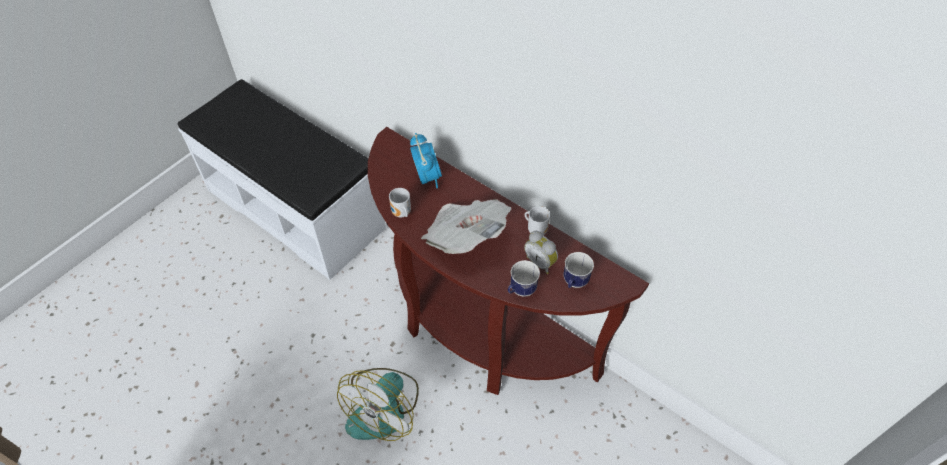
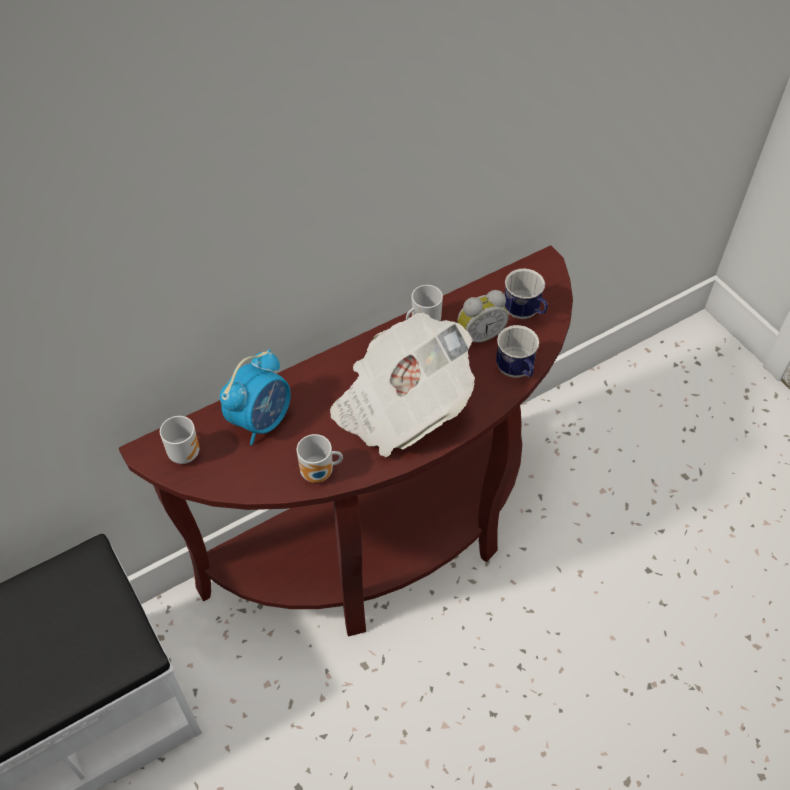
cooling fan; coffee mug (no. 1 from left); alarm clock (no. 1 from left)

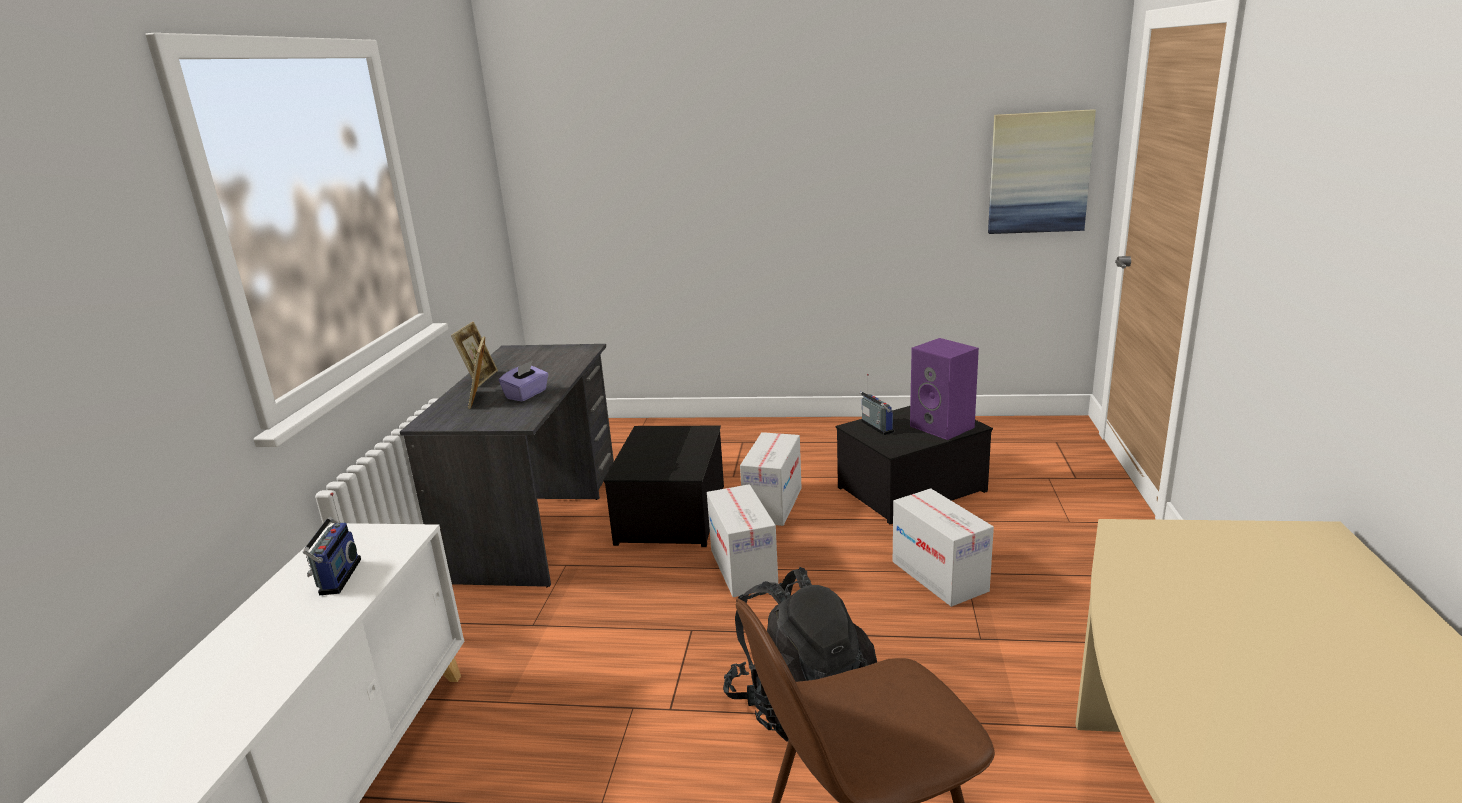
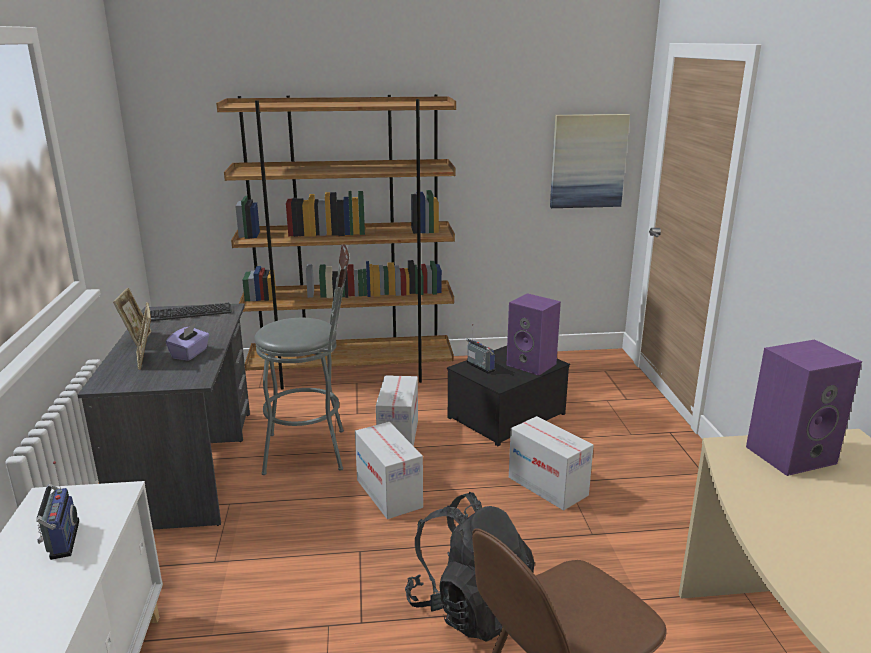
computer keyboard; brown bookshelf; purple-coloured loudspeaker (no. 2 from left); greyish stool

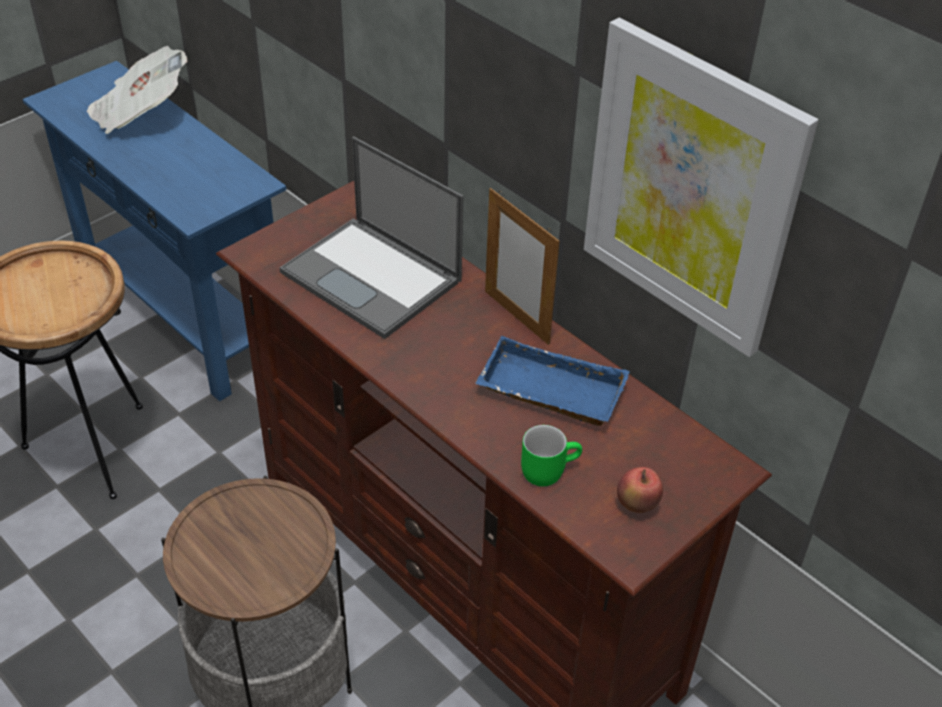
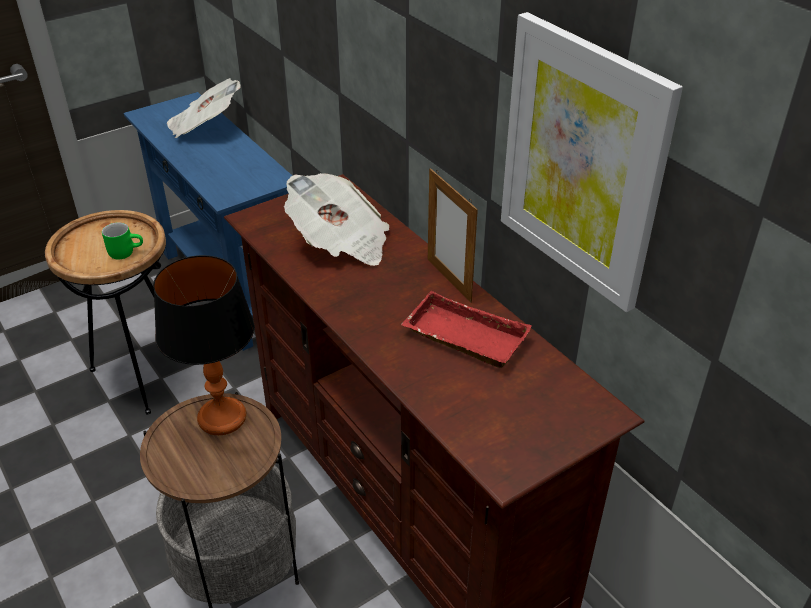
apple fruit; table lamp; green coffee mug; daily paper (no. 2 from left); reddish serving tray

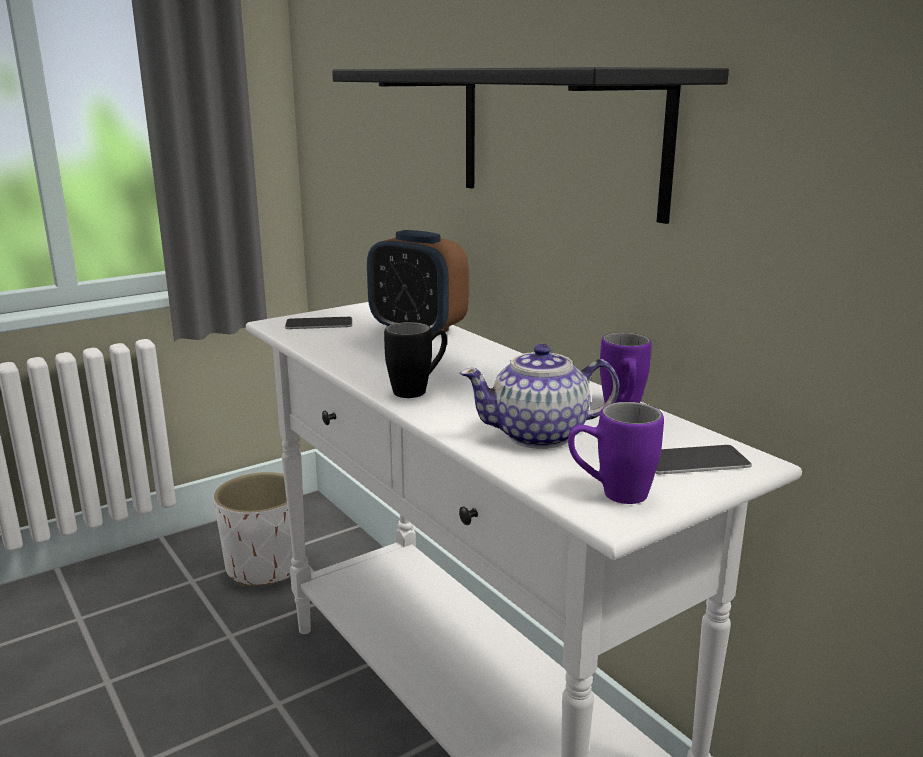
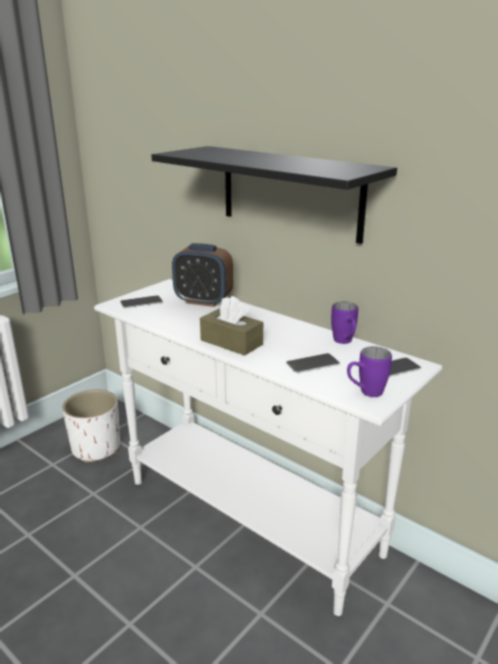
brown tissue holder; telephone (no. 2 from left)

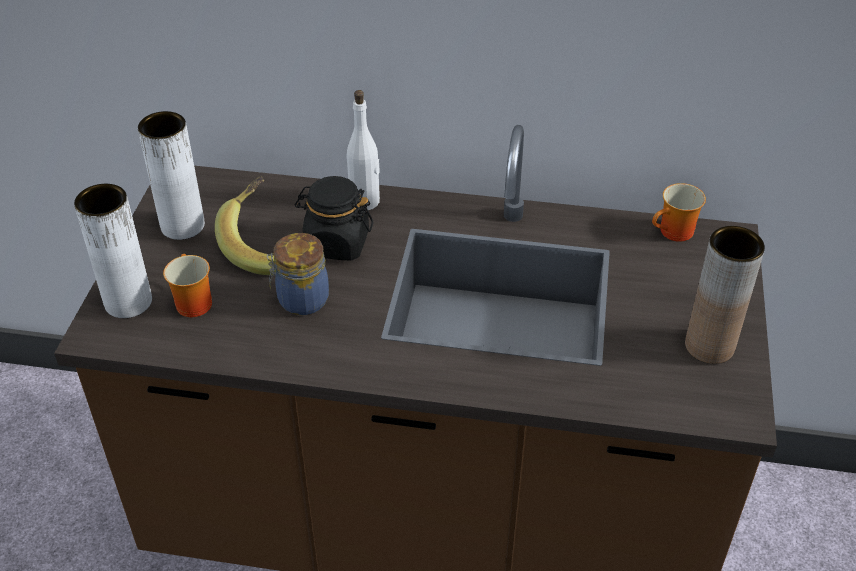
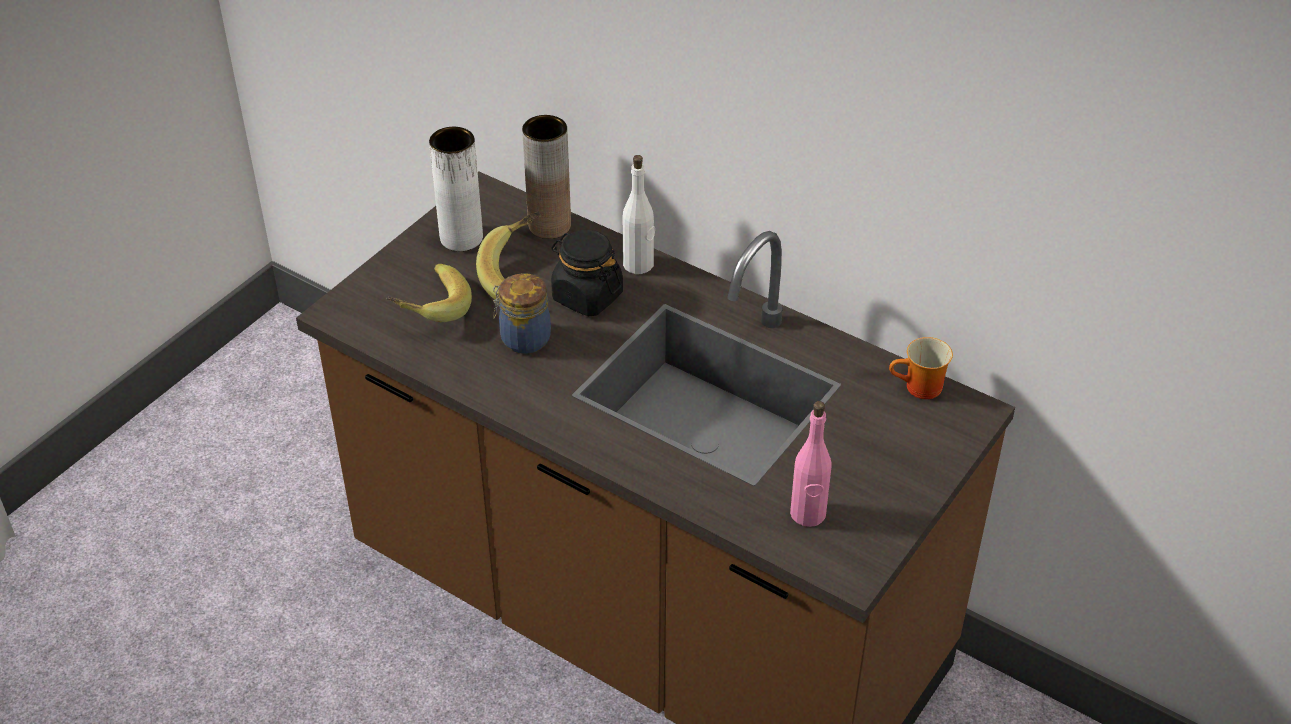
whitish vase (no. 1 from left in the first image); pinkish drink bottle; brown vase; whole banana (no. 1 from left)

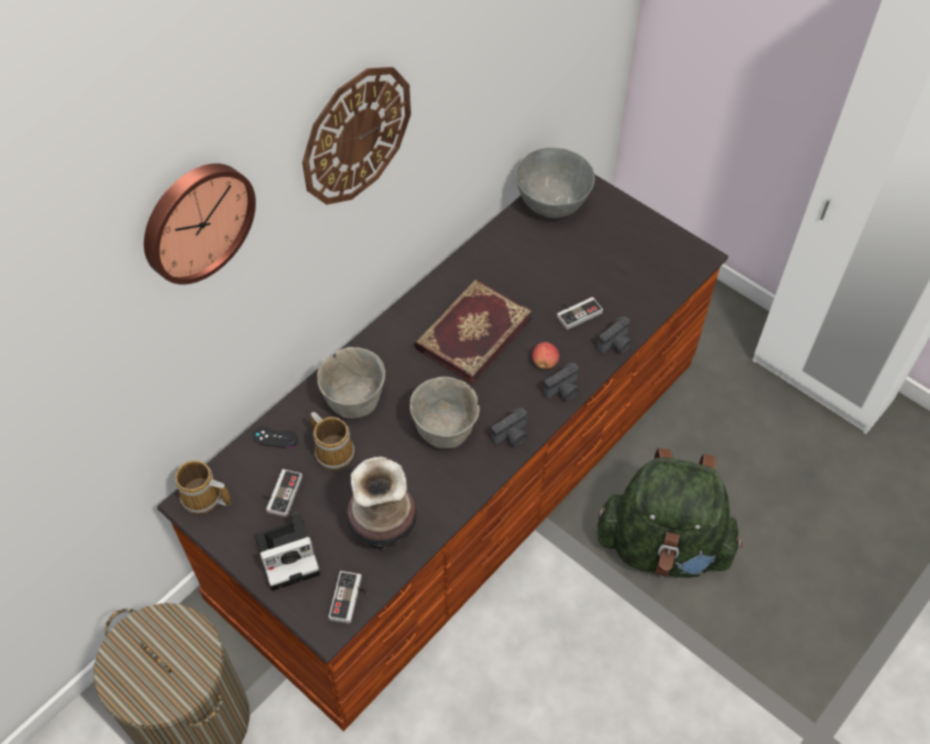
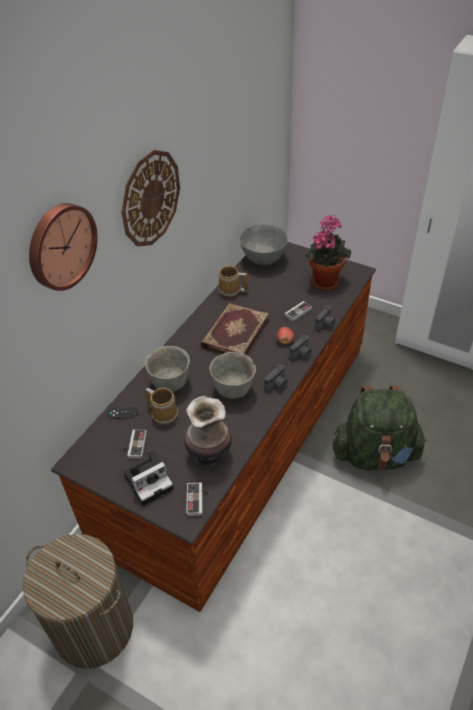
plant in a pot; coffee mug (no. 2 from left)

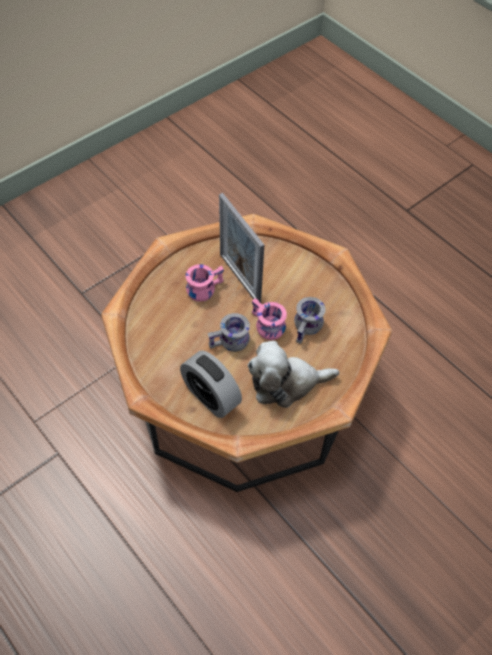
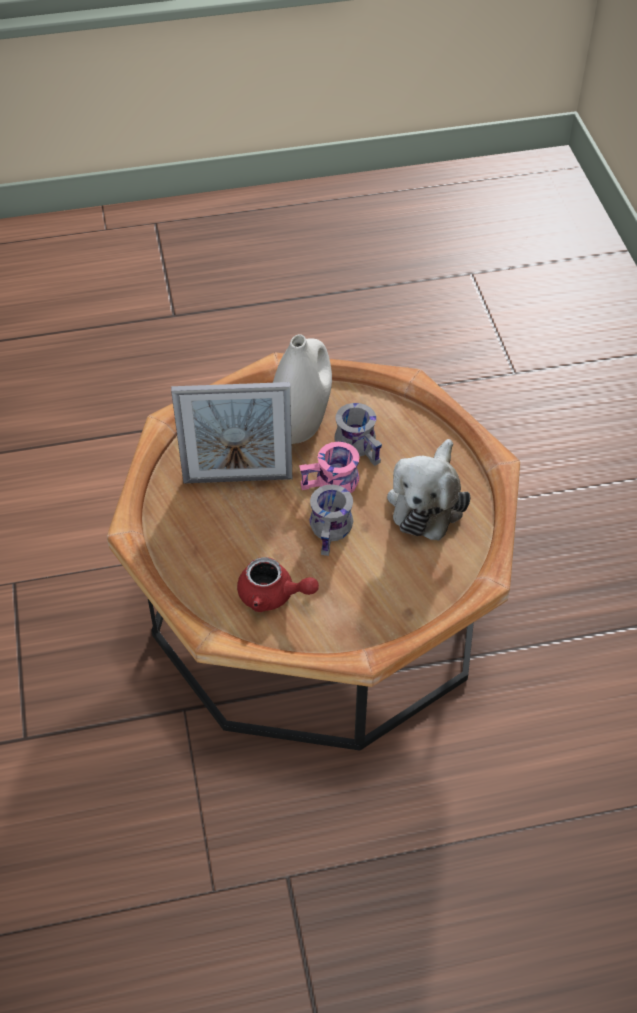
alarm clock; pinkish coffee mug (no. 1 from left in the first image); reddish pot for tea; whitish vase

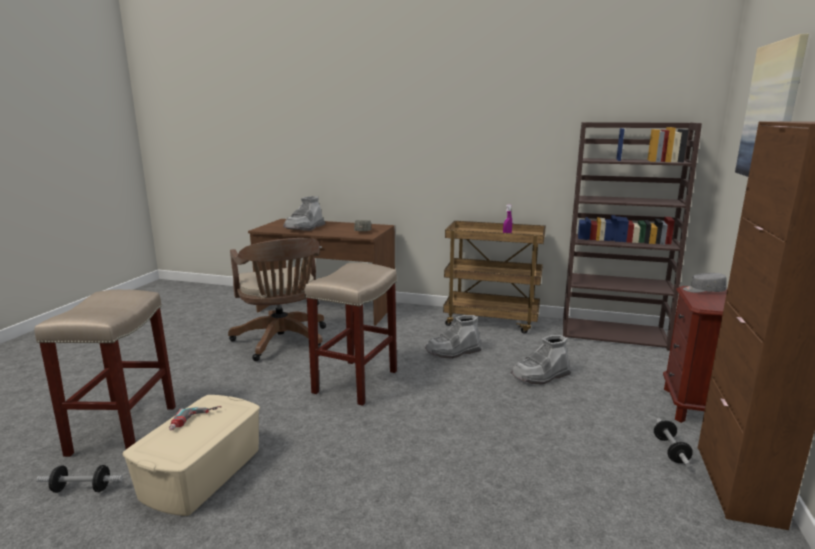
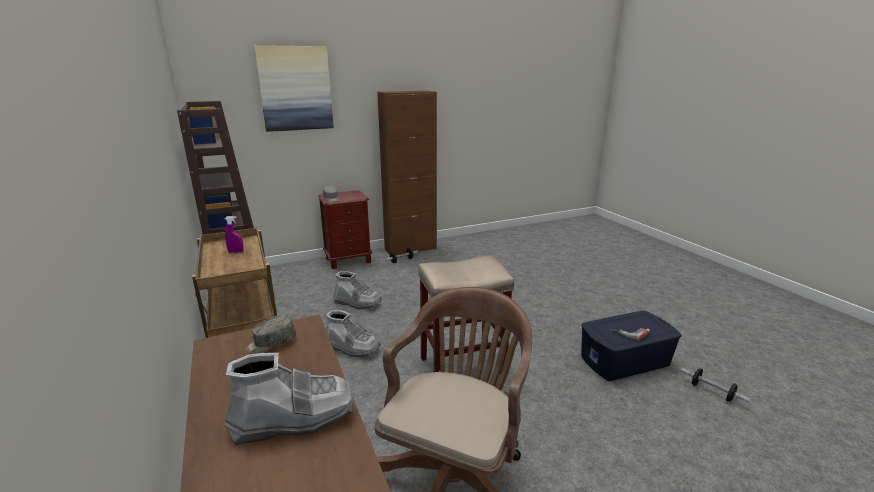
beige stool (no. 1 from left in the first image); blue storage box

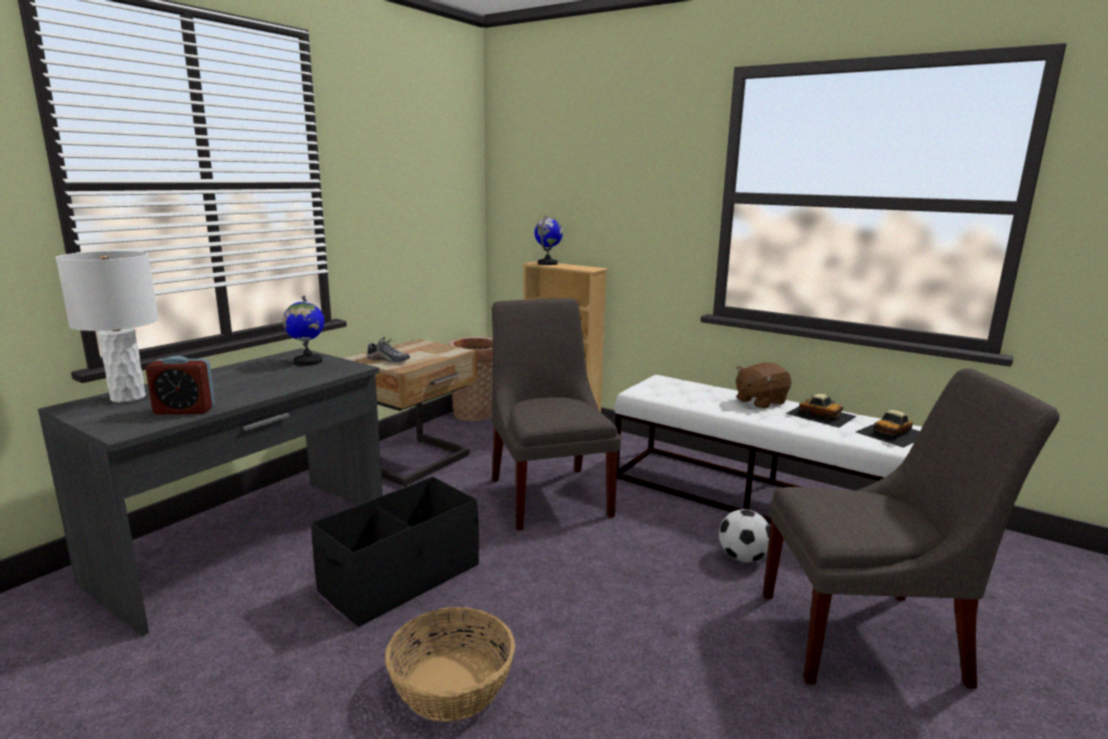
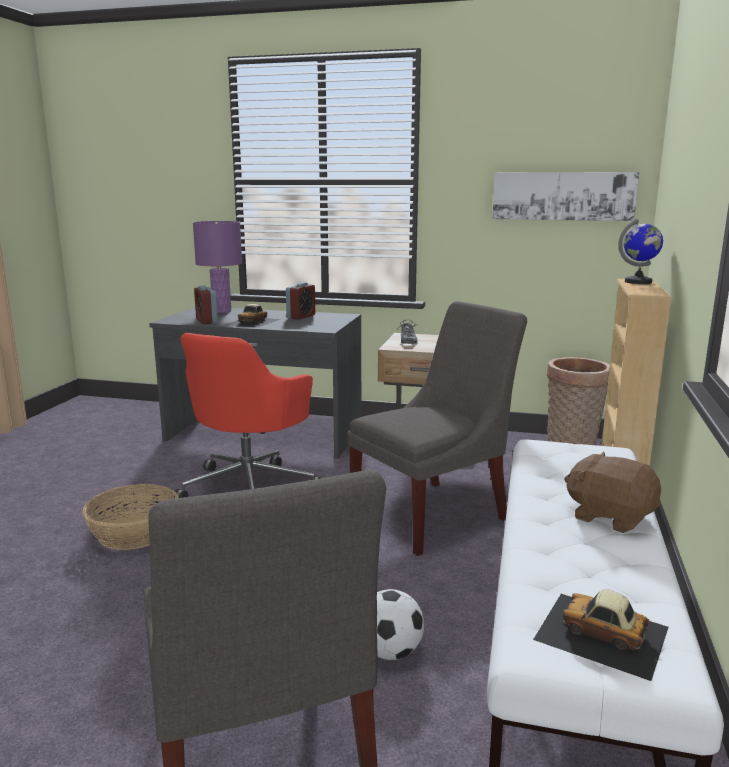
world globe (no. 1 from left in the first image); alarm clock (no. 2 from left); picture; model car (no. 1 from left); reddish computer chair; purple-coloured table lamp

